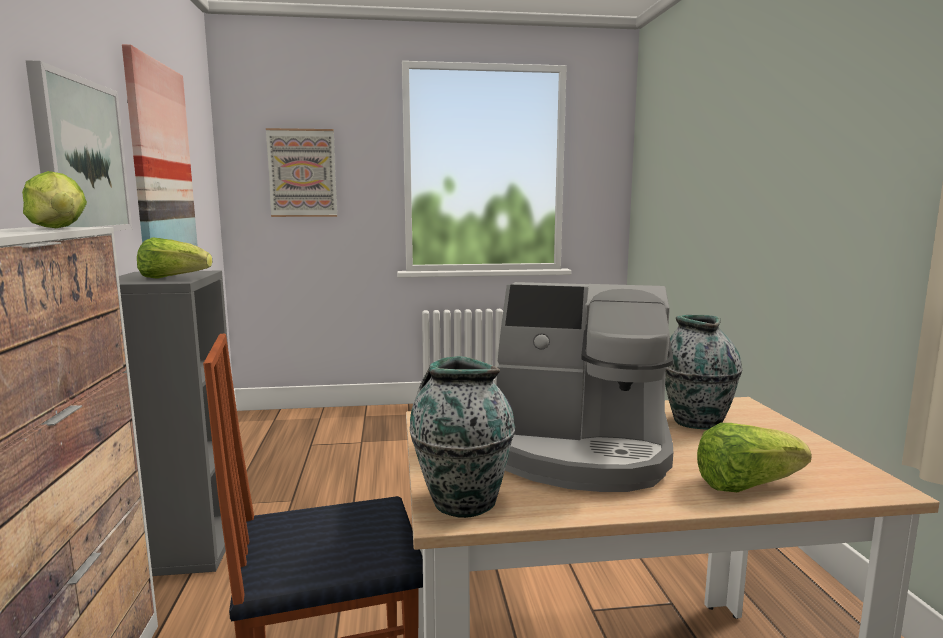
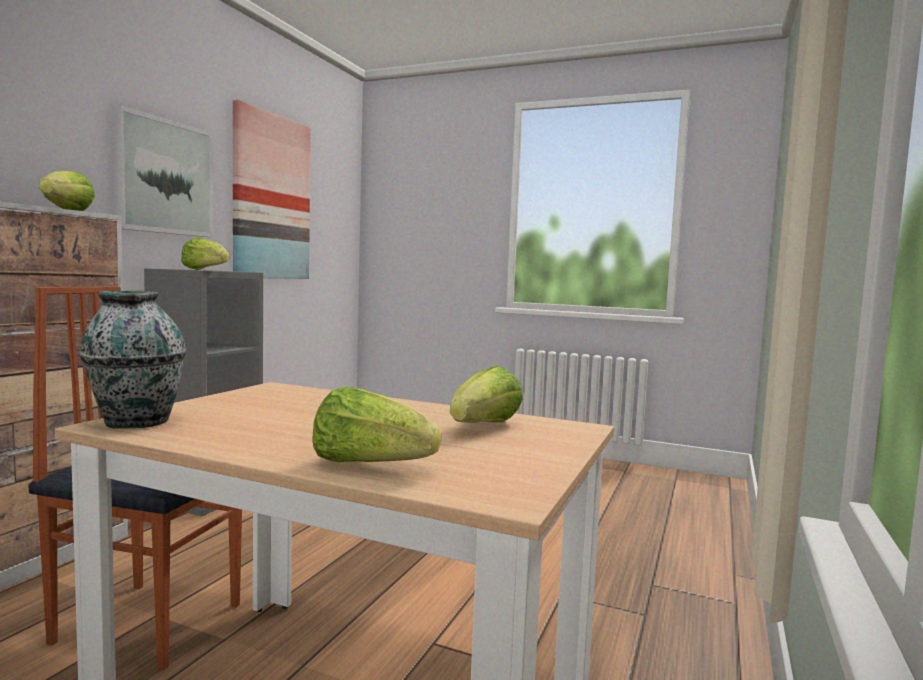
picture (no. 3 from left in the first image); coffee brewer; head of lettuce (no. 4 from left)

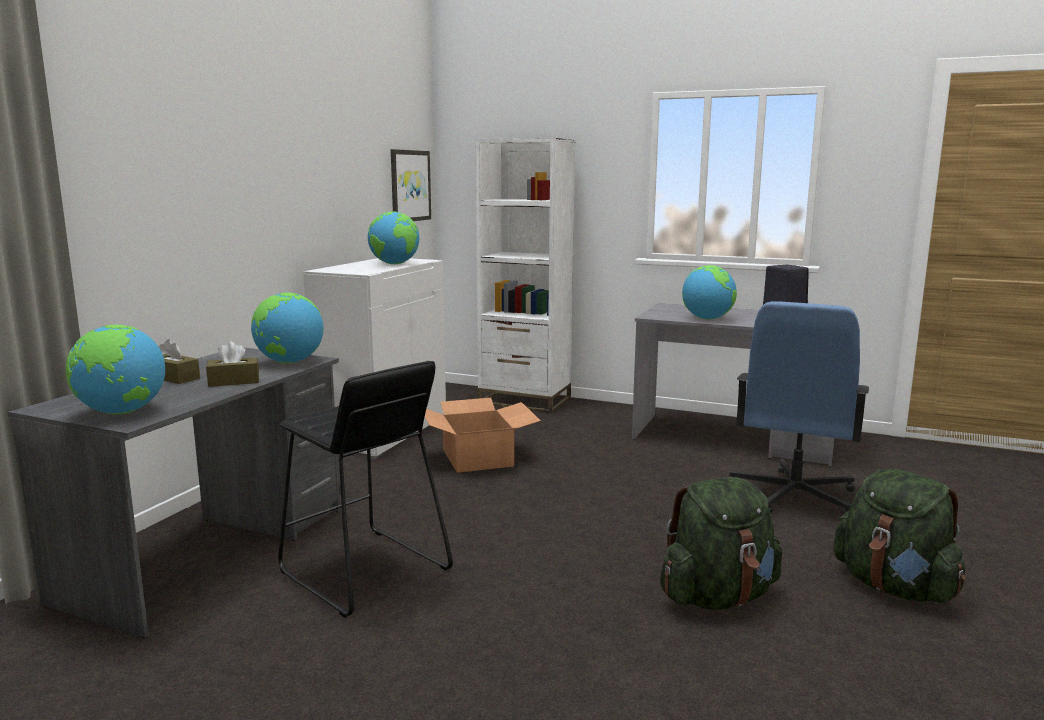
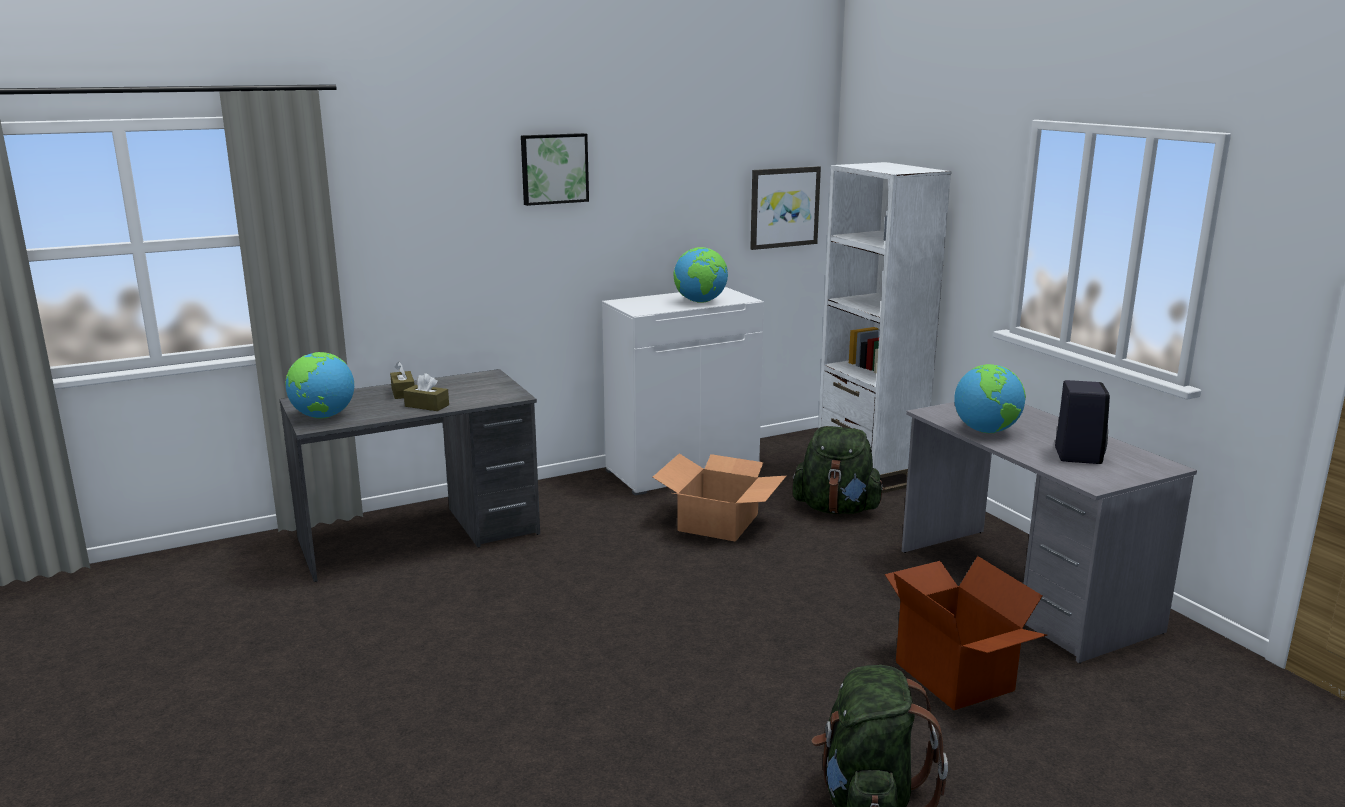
world globe (no. 2 from left in the first image); black stool; picture (no. 1 from left); green knapsack (no. 1 from left); packing box (no. 2 from left)

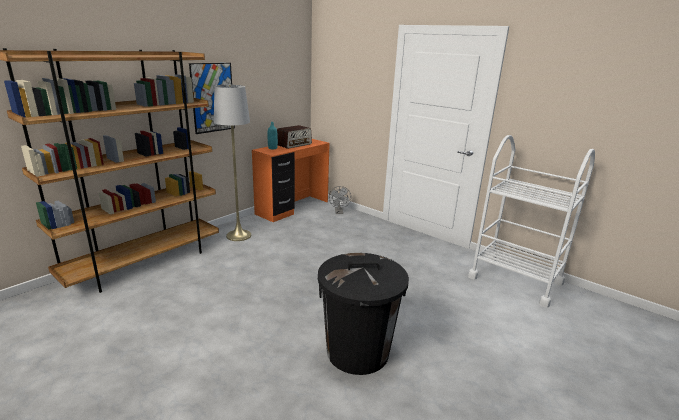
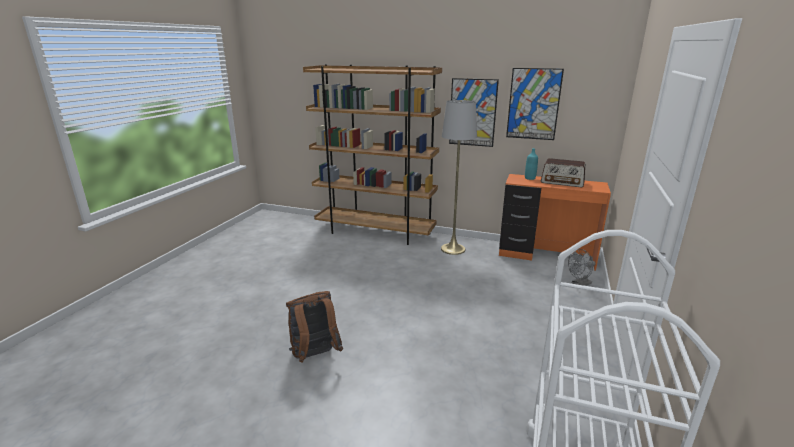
picture (no. 2 from left); brown knapsack

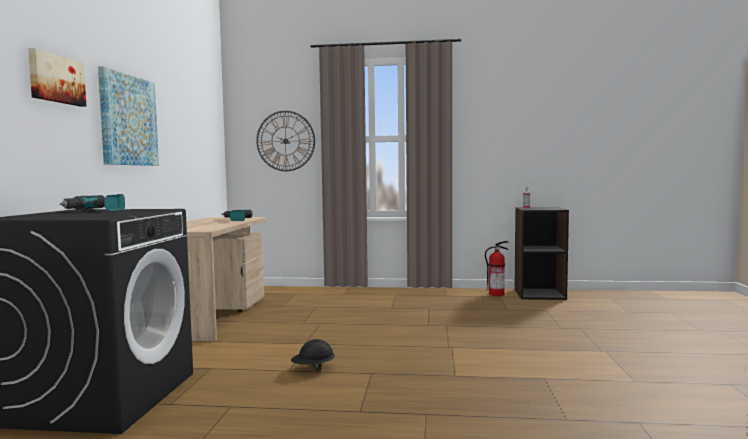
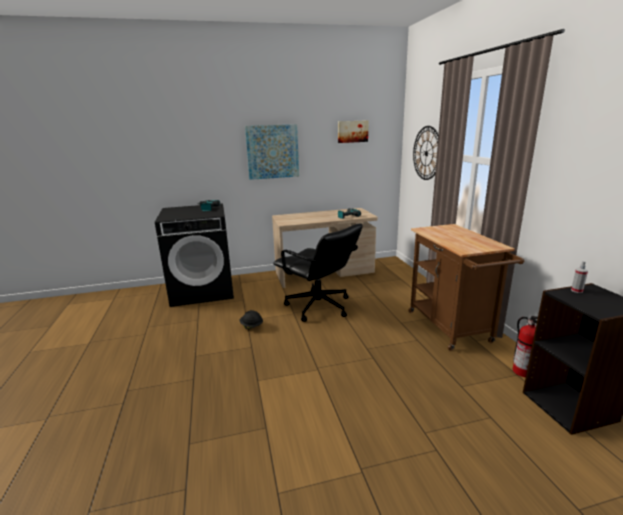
black computer chair; brown wheeled cart; picture (no. 2 from left)

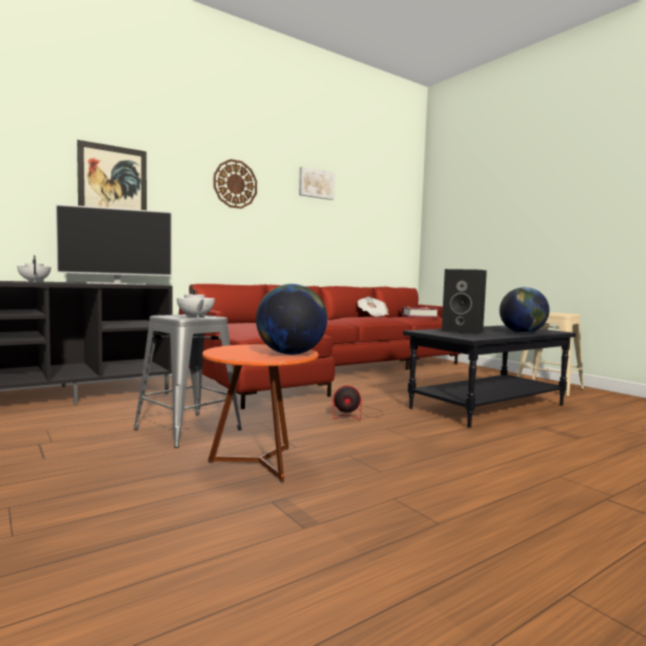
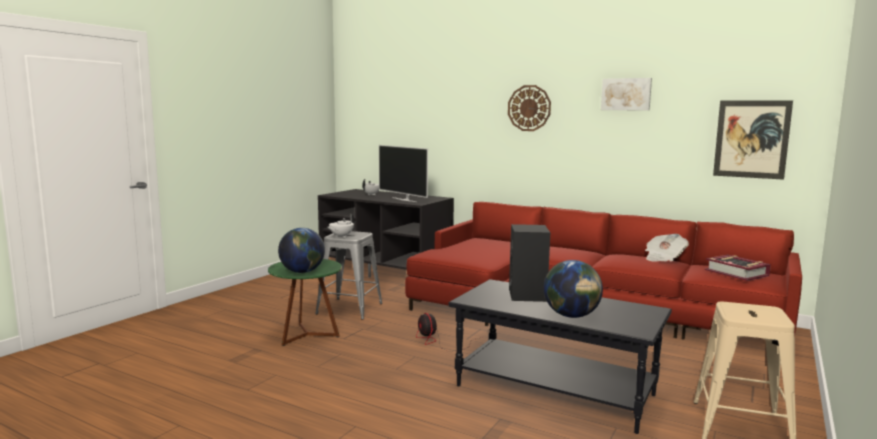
picture (no. 2 from left); green end table

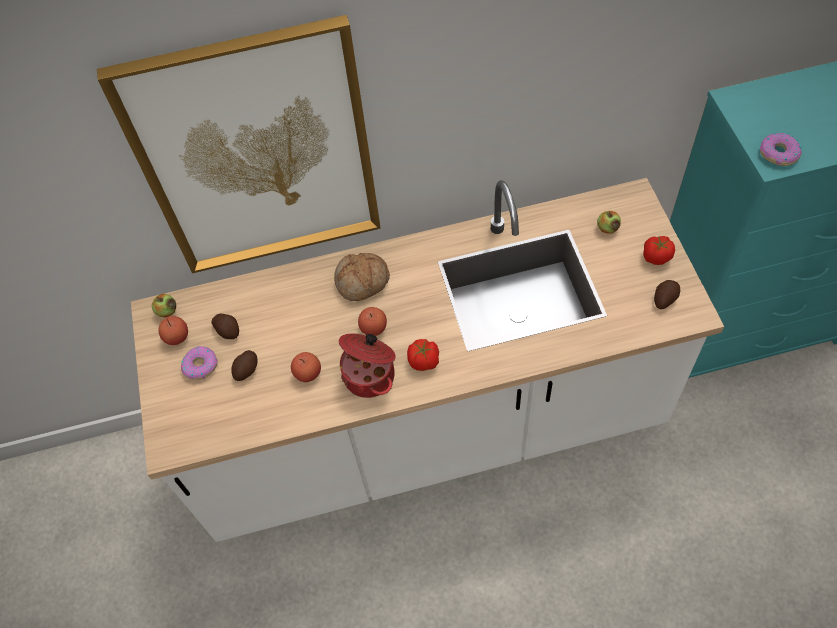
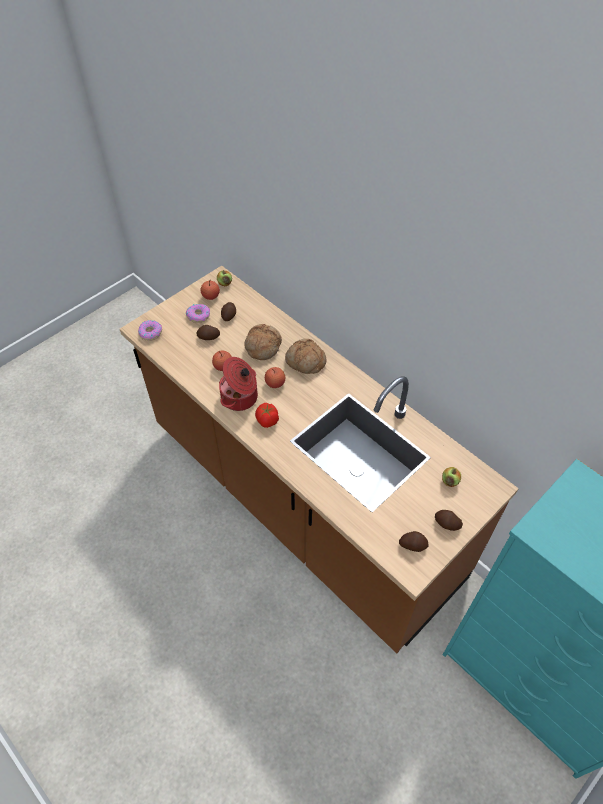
picture; bakery bread (no. 1 from left); ring doughnut (no. 1 from left); whole potato (no. 4 from left); brown counter

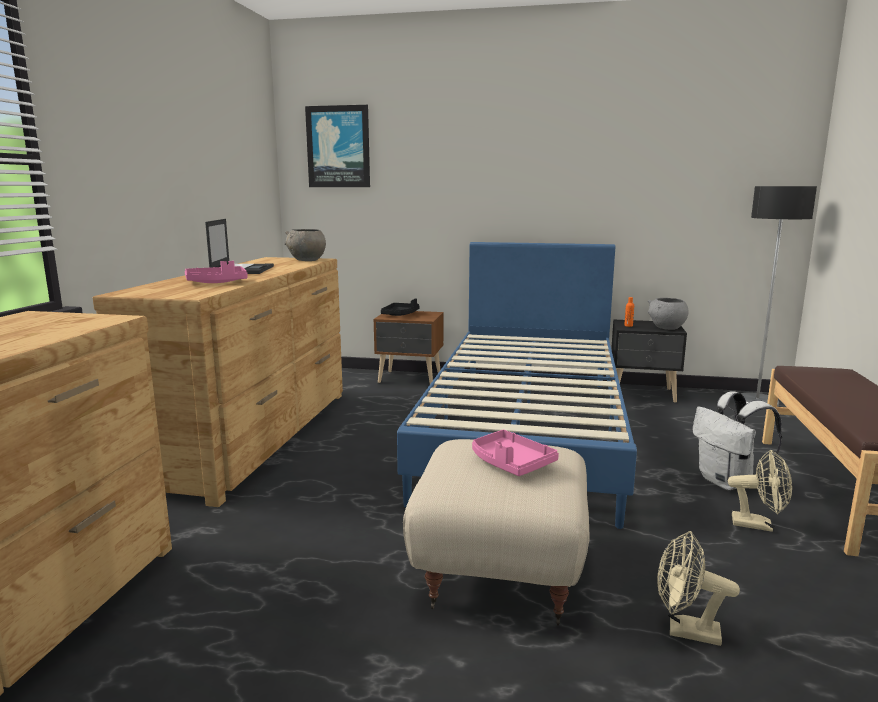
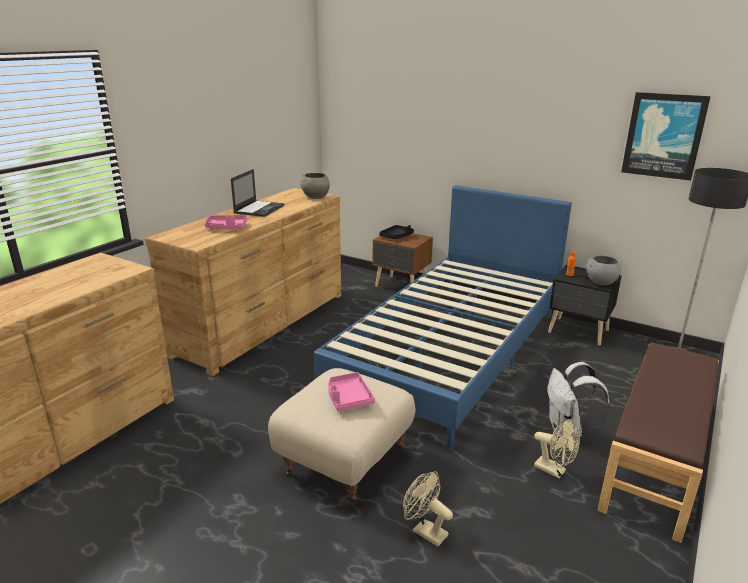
picture

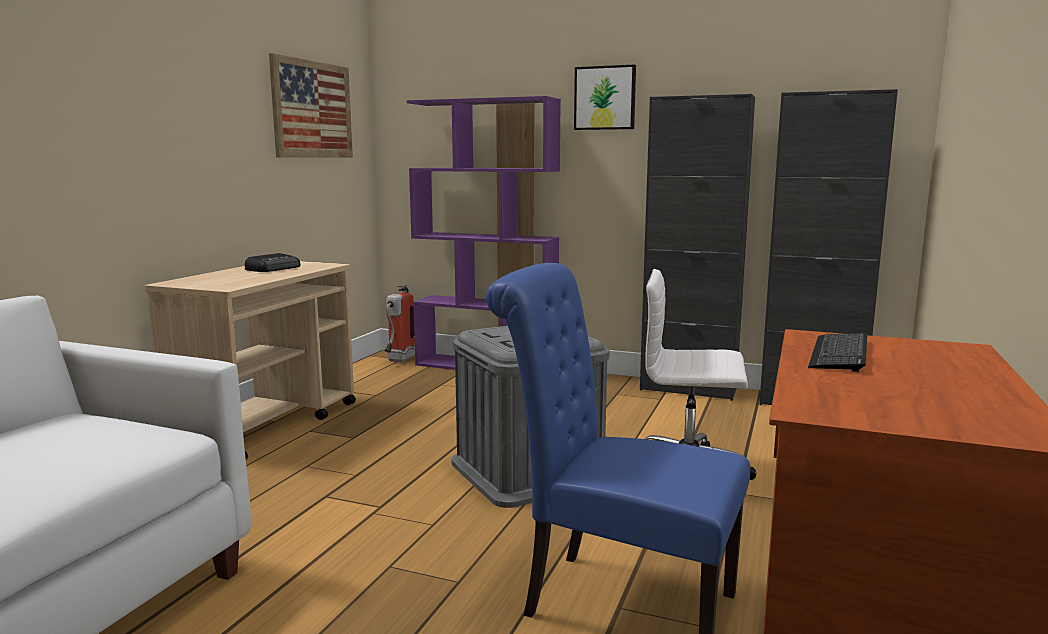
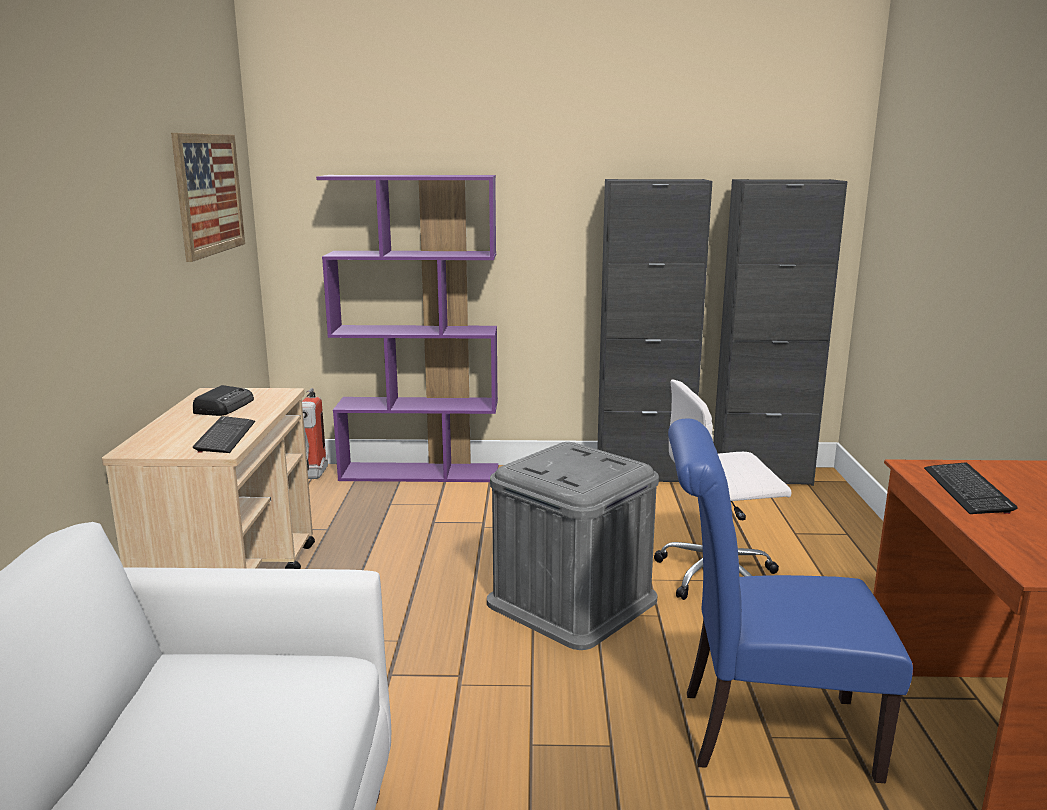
picture (no. 2 from left in the first image); computer keyboard (no. 1 from left)

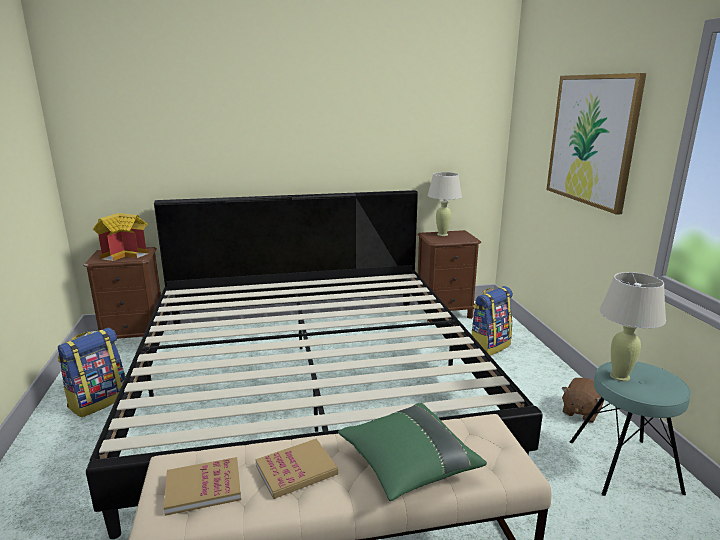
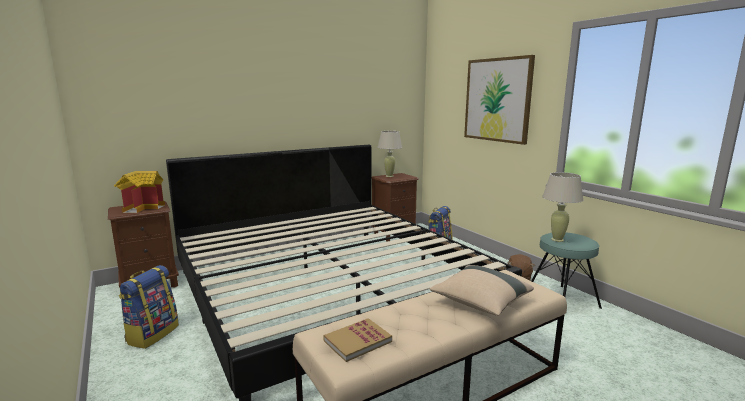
volume (no. 2 from left in the first image); beige throw pillow

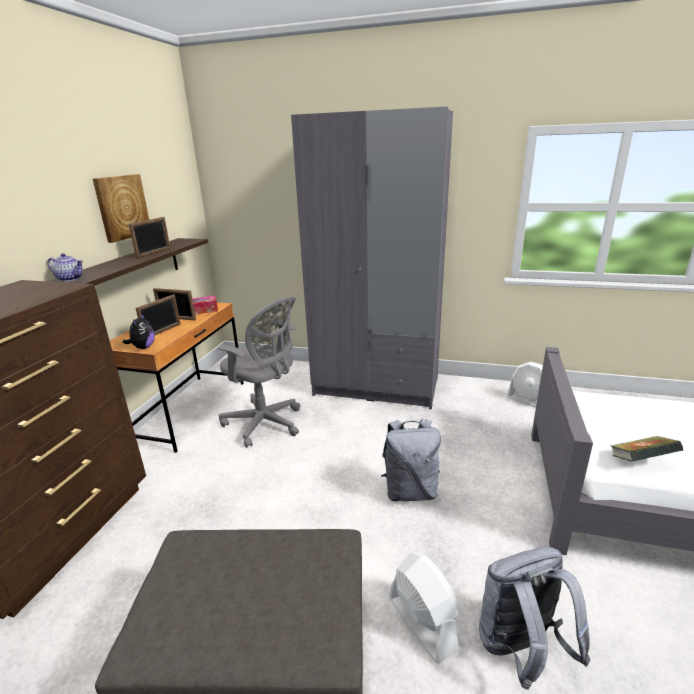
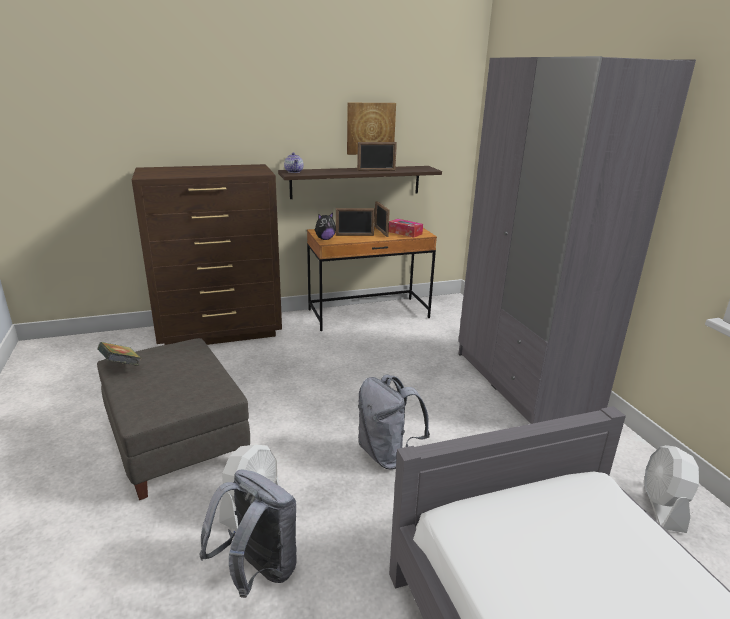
greyish computer chair; volume

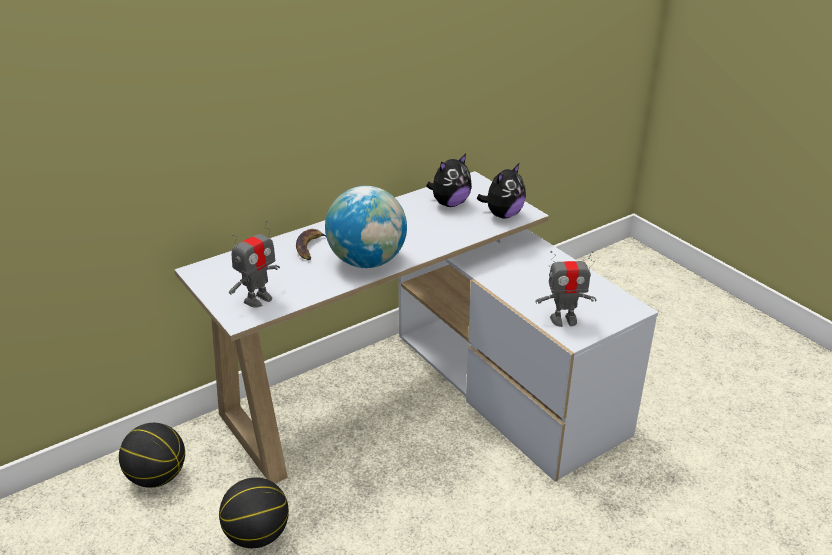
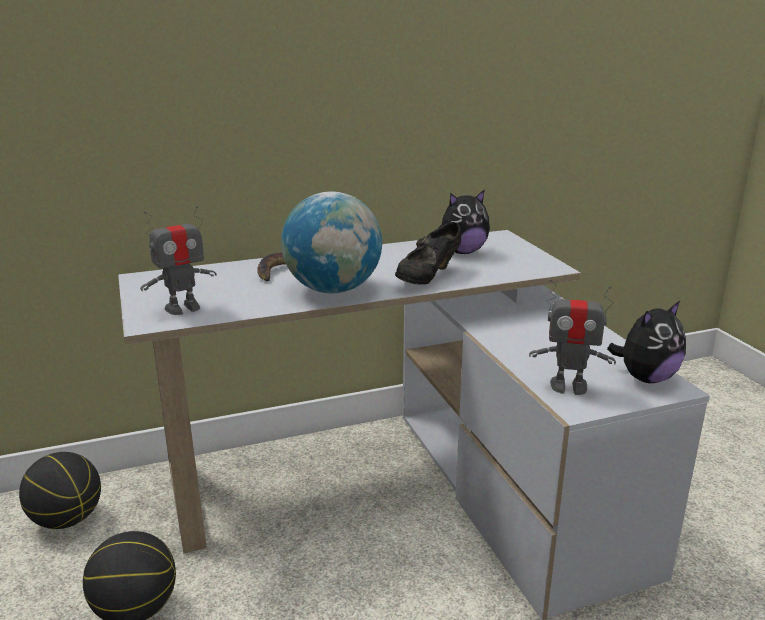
black item of footwear; soft toy (no. 2 from left)

